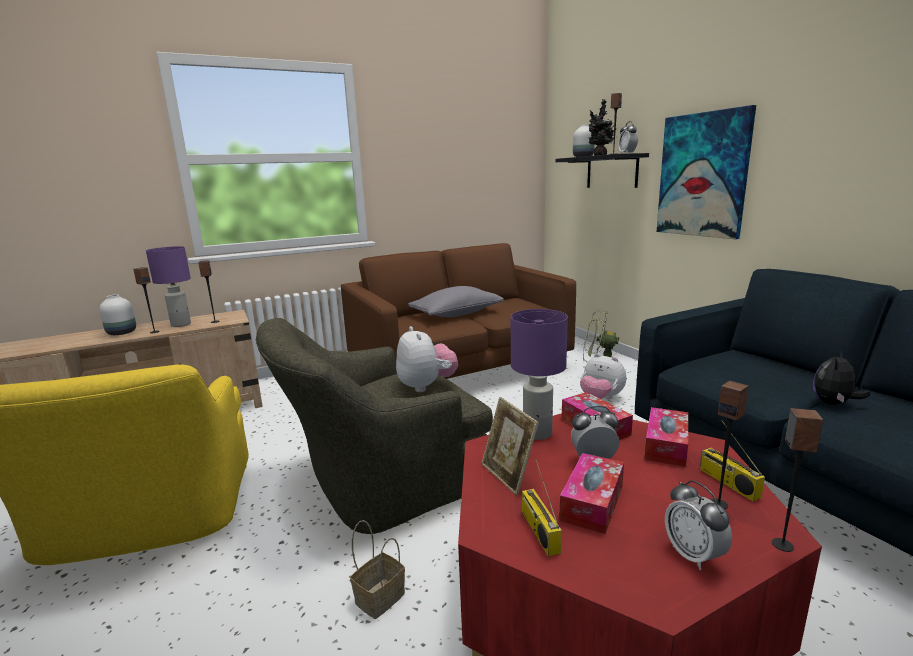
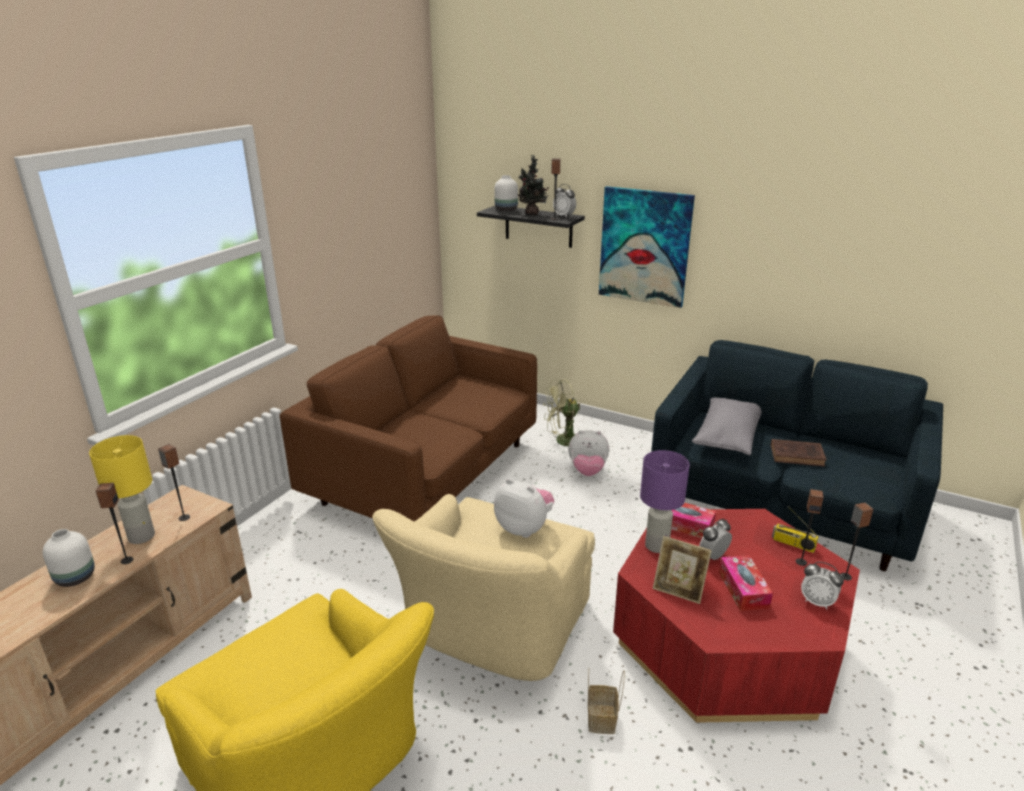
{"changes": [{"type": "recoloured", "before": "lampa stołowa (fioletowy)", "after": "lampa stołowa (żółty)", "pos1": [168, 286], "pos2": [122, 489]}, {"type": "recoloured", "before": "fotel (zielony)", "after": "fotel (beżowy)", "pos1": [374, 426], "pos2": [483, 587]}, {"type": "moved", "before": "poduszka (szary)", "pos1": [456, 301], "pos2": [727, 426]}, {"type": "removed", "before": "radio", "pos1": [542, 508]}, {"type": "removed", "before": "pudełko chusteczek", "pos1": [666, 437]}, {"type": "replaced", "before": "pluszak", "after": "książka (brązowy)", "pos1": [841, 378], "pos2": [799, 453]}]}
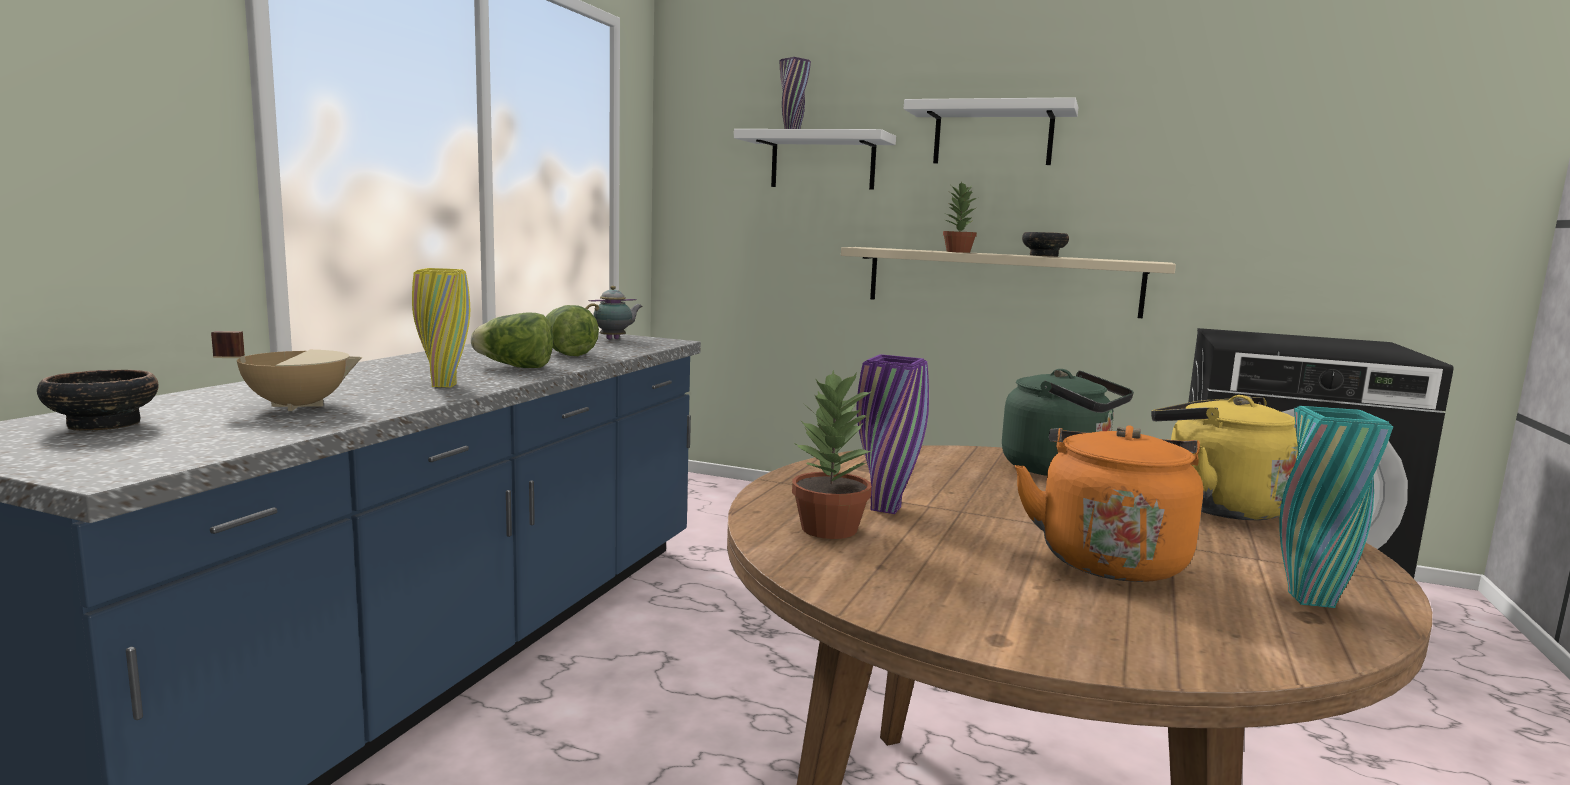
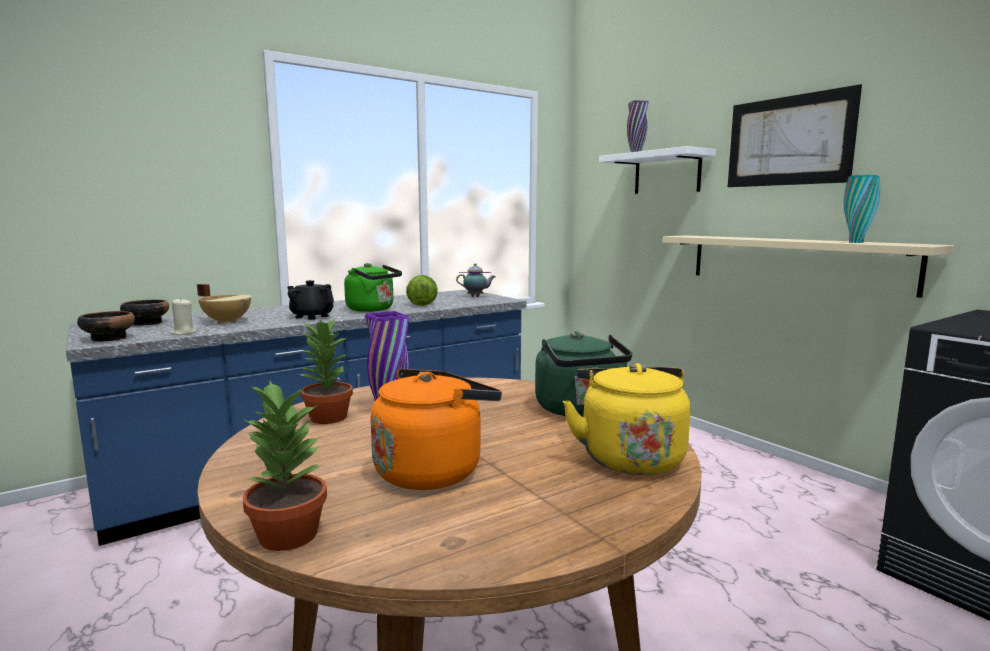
{"changes": [{"type": "replaced", "before": "wazon (żółty)", "after": "imbryk (czarny)", "pos1": [441, 327], "pos2": [310, 300]}, {"type": "replaced", "before": "sałata", "after": "czajnik (zielony)", "pos1": [512, 340], "pos2": [373, 287]}, {"type": "replaced", "before": "półka (biały)", "after": "obraz", "pos1": [991, 131], "pos2": [795, 135]}, {"type": "moved", "before": "roślina doniczkowa", "pos1": [960, 217], "pos2": [285, 466]}, {"type": "moved", "before": "miska", "pos1": [1045, 244], "pos2": [106, 326]}, {"type": "moved", "before": "wazon (turkusowy)", "pos1": [1336, 507], "pos2": [862, 209]}, {"type": "added", "after": "świeca (beżowy)", "pos2": [183, 316]}]}
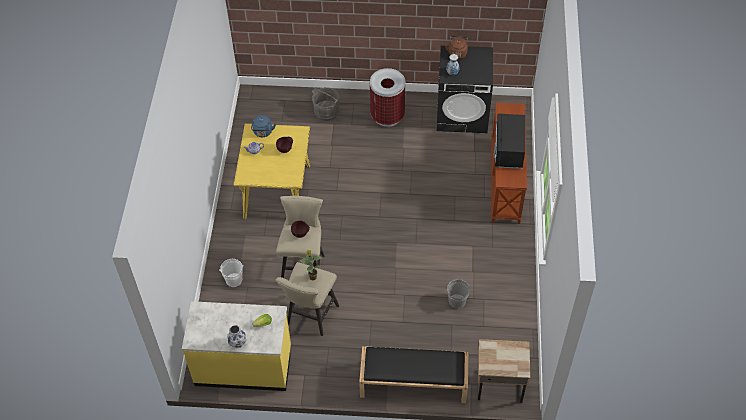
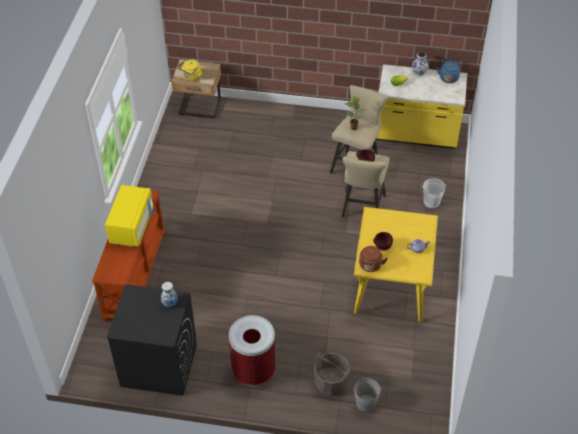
{"changes": [{"type": "moved", "before": "czajnik (niebieski)", "pos1": [263, 126], "pos2": [449, 71]}, {"type": "removed", "before": "ławka (czarny)", "pos1": [414, 374]}, {"type": "moved", "before": "czajnik (brązowy)", "pos1": [456, 47], "pos2": [373, 259]}, {"type": "moved", "before": "wiadro (szary)", "pos1": [458, 294], "pos2": [368, 395]}, {"type": "recoloured", "before": "mikrofalówka (czarny)", "after": "mikrofalówka (żółty)", "pos1": [509, 141], "pos2": [129, 216]}, {"type": "added", "after": "czajnik (żółty)", "pos2": [190, 70]}]}
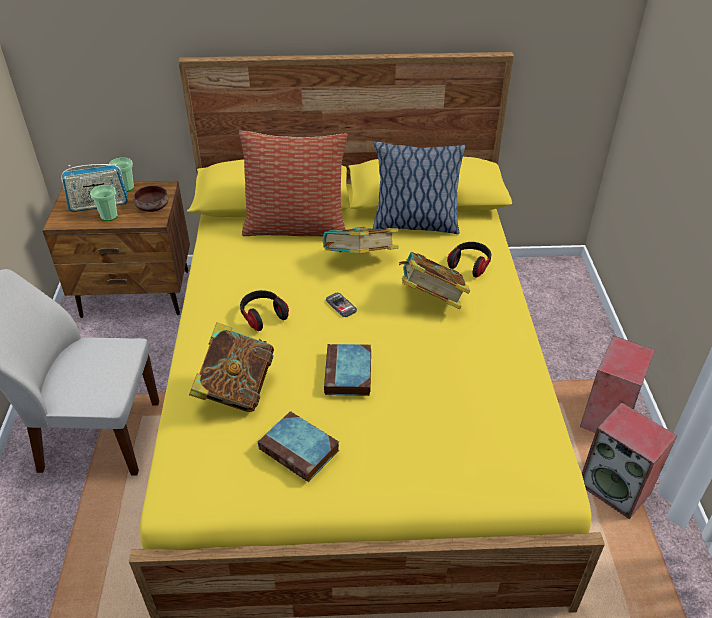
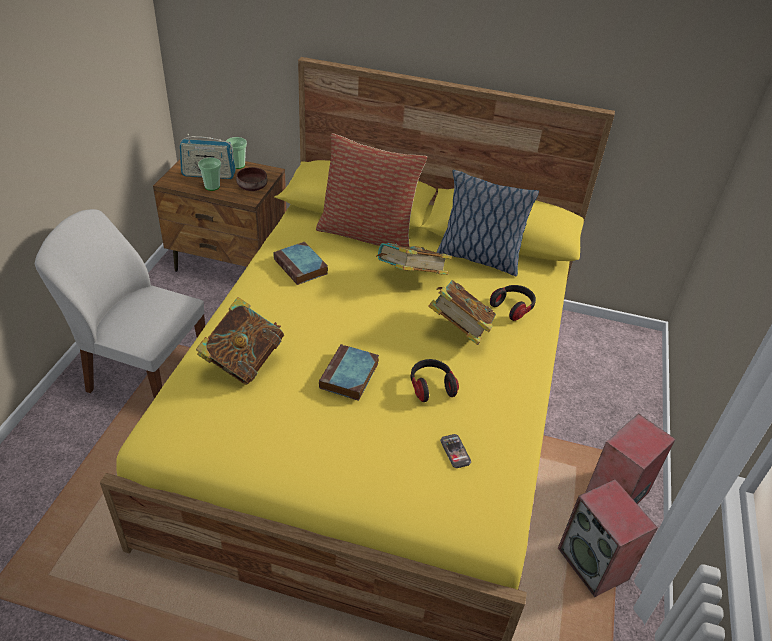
{"changes": [{"type": "moved", "before": "słuchawki", "pos1": [264, 310], "pos2": [435, 380]}, {"type": "moved", "before": "książka", "pos1": [298, 446], "pos2": [300, 263]}, {"type": "moved", "before": "telefon", "pos1": [341, 305], "pos2": [455, 451]}]}
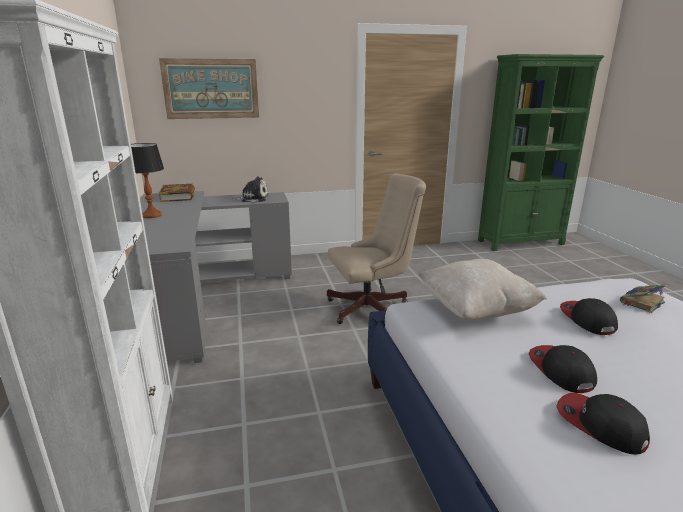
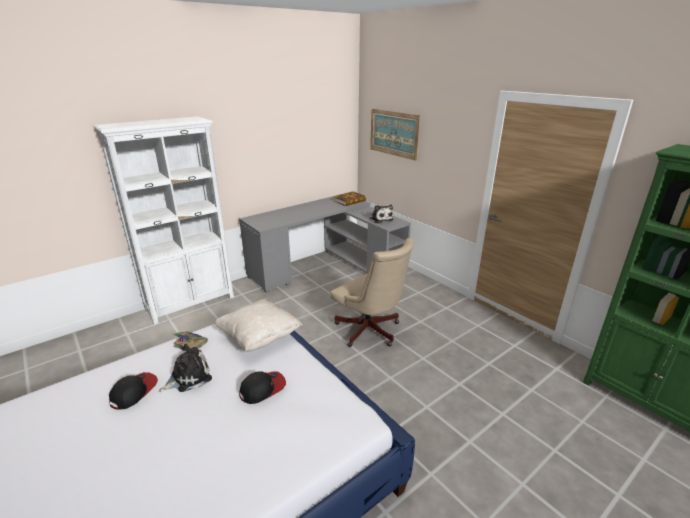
{"changes": [{"type": "removed", "before": "lampa stołowa", "pos1": [147, 180]}, {"type": "replaced", "before": "czapka z daszkiem", "after": "pluszak", "pos1": [563, 369], "pos2": [185, 368]}, {"type": "moved", "before": "książka", "pos1": [643, 298], "pos2": [190, 341]}]}
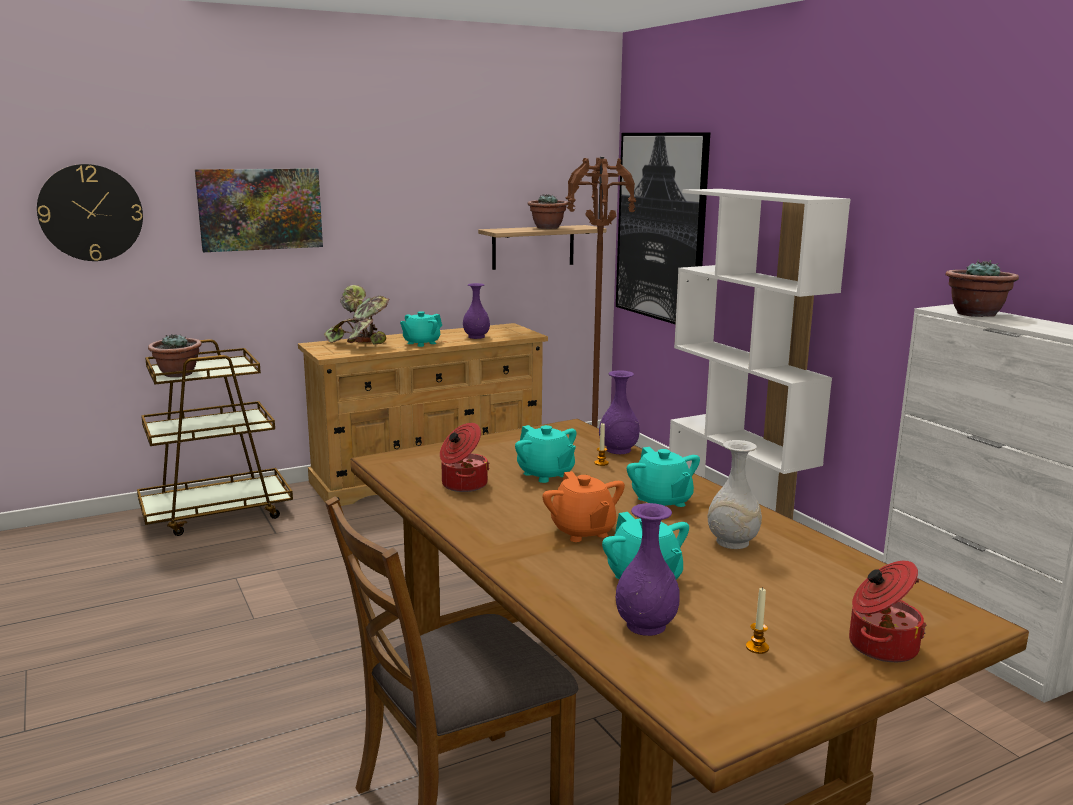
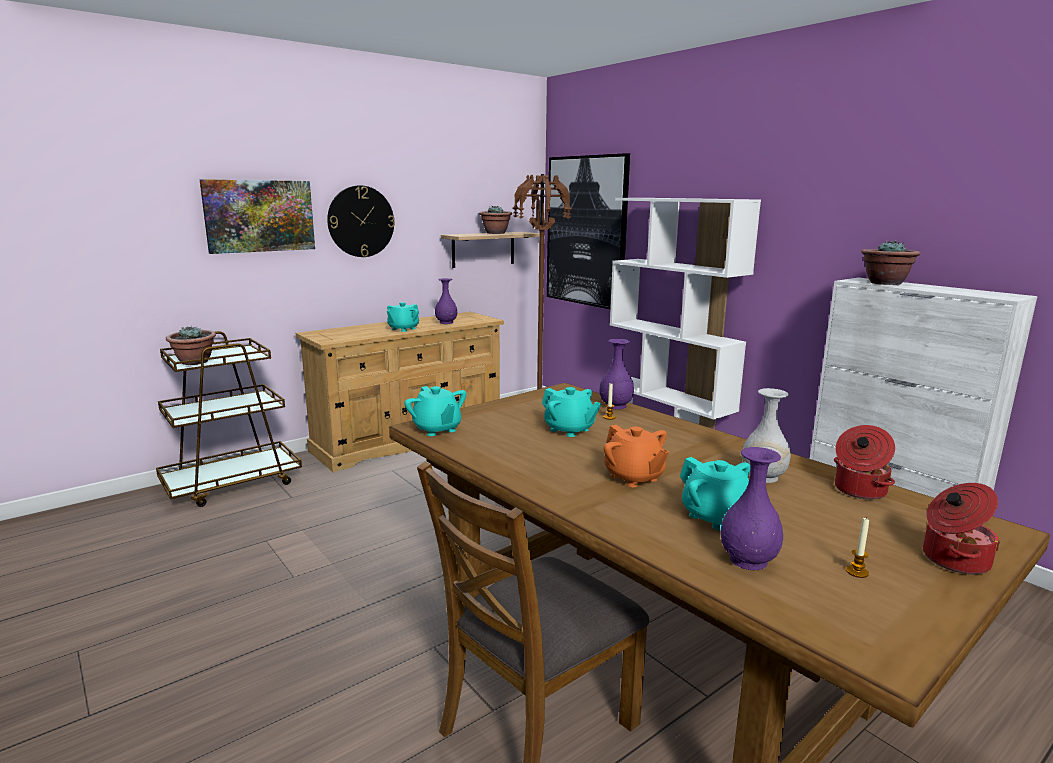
{"changes": [{"type": "moved", "before": "zegar ścienny", "pos1": [90, 212], "pos2": [361, 221]}, {"type": "removed", "before": "roślina doniczkowa", "pos1": [356, 315]}, {"type": "moved", "before": "garnek", "pos1": [464, 457], "pos2": [864, 462]}, {"type": "moved", "before": "imbryk (turkusowy)", "pos1": [663, 477], "pos2": [435, 411]}]}
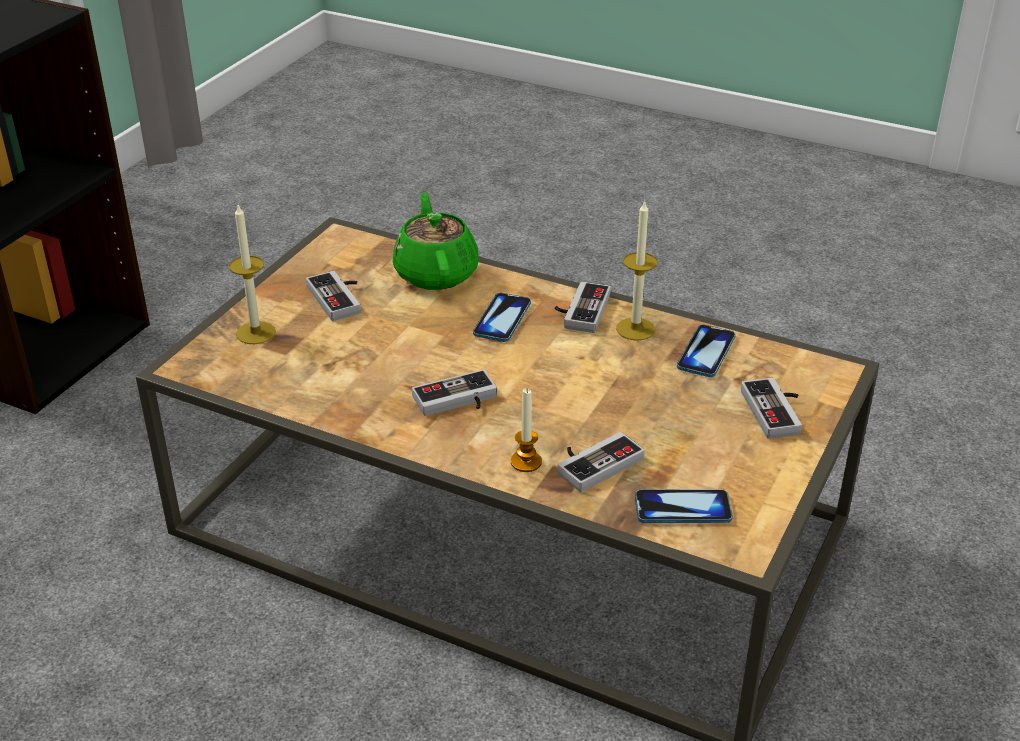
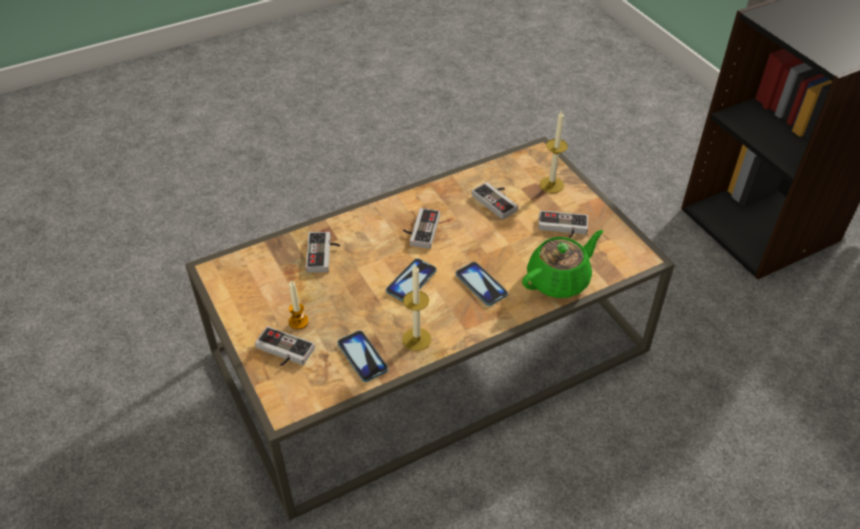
{"changes": [{"type": "turned", "before": "imbryk (zielony)", "pos1": [436, 241], "pos2": [562, 264], "turn": -60}, {"type": "moved", "before": "świeca", "pos1": [526, 430], "pos2": [299, 305]}, {"type": "moved", "before": "pad do gier", "pos1": [583, 307], "pos2": [495, 201]}, {"type": "moved", "before": "telefon", "pos1": [684, 506], "pos2": [411, 279]}]}
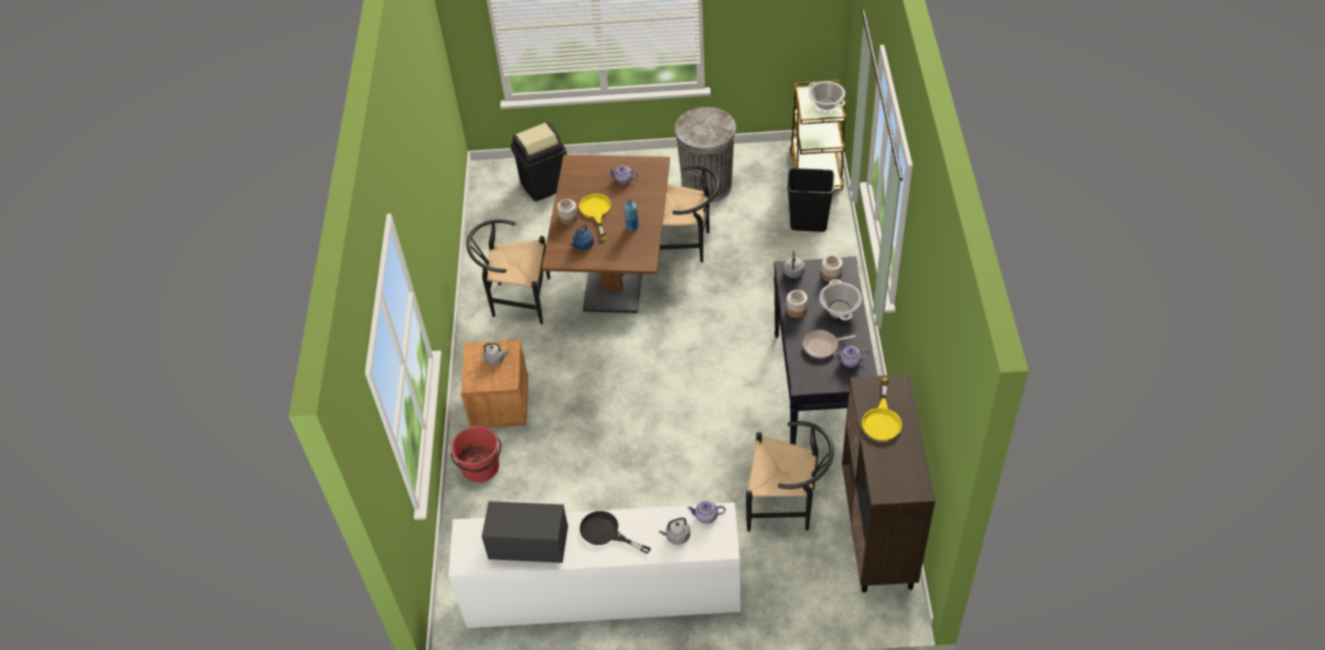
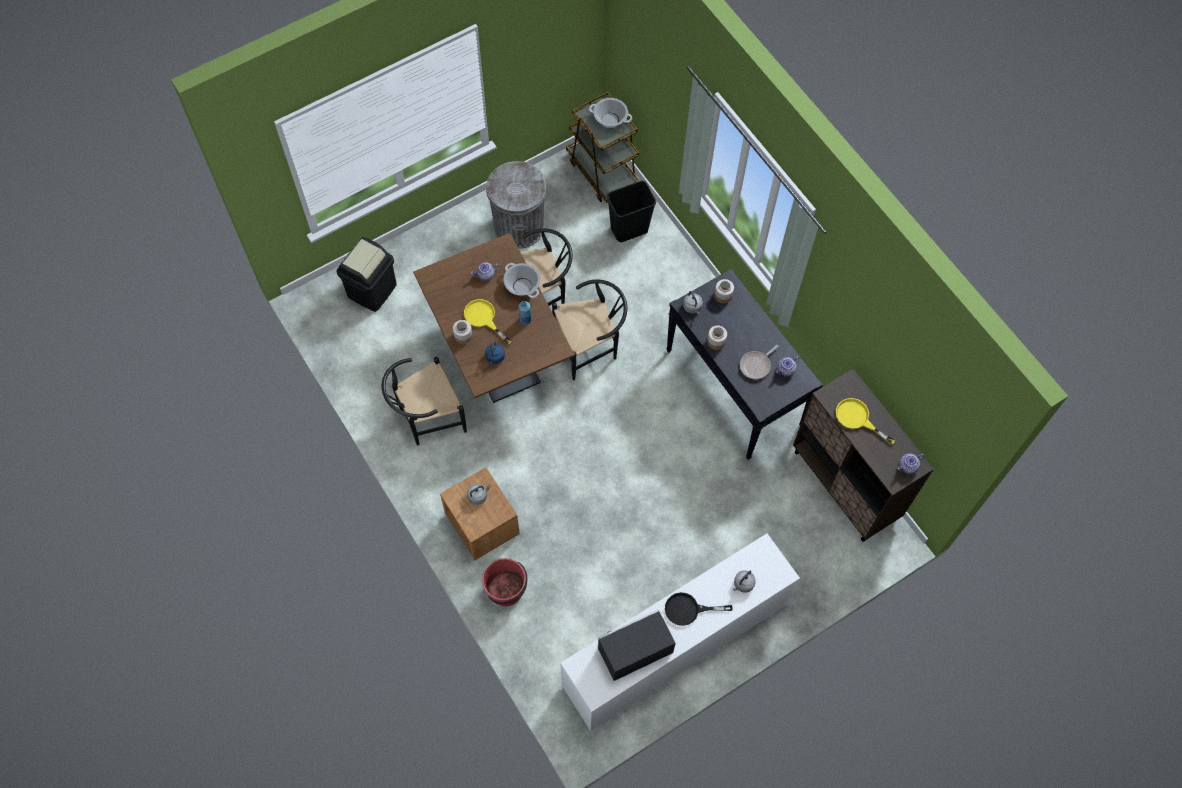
{"changes": [{"type": "moved", "before": "imbryk", "pos1": [706, 512], "pos2": [910, 464]}, {"type": "moved", "before": "krzesło (czarny)", "pos1": [790, 476], "pos2": [589, 330]}, {"type": "moved", "before": "garnek", "pos1": [840, 299], "pos2": [522, 280]}, {"type": "turned", "before": "patelnia (żółty)", "pos1": [882, 409], "pos2": [865, 421], "turn": 150}]}
